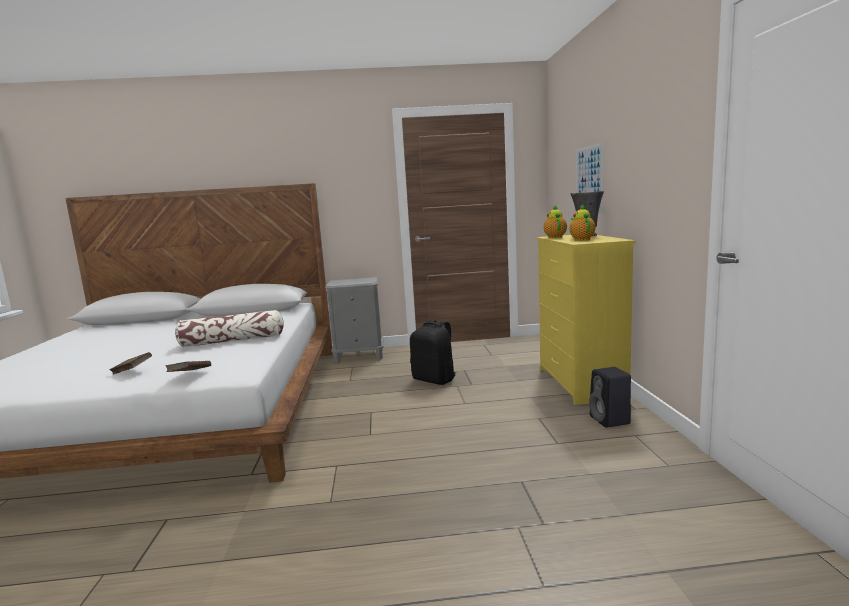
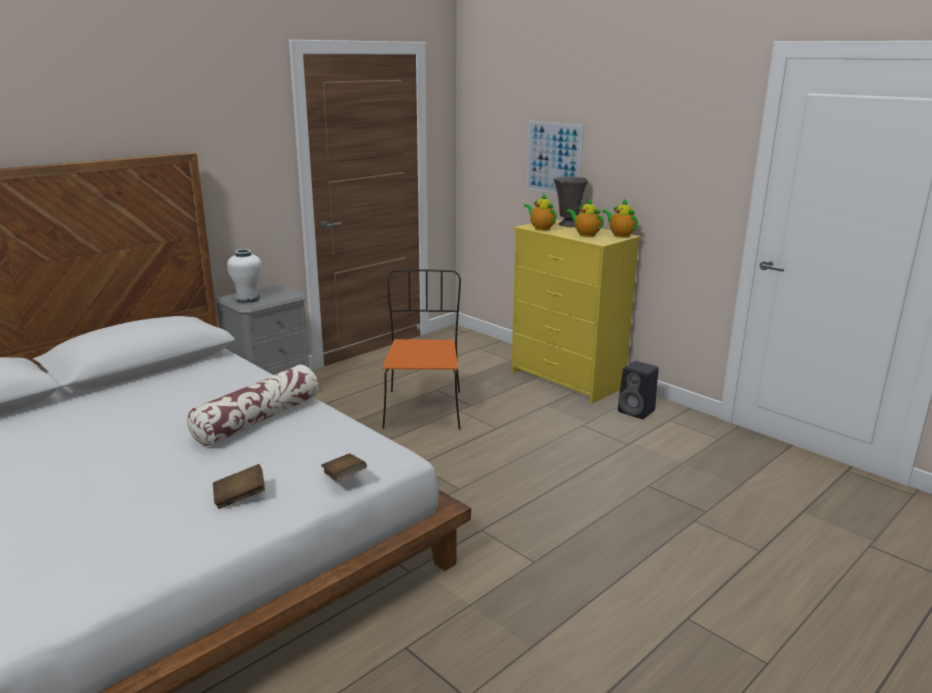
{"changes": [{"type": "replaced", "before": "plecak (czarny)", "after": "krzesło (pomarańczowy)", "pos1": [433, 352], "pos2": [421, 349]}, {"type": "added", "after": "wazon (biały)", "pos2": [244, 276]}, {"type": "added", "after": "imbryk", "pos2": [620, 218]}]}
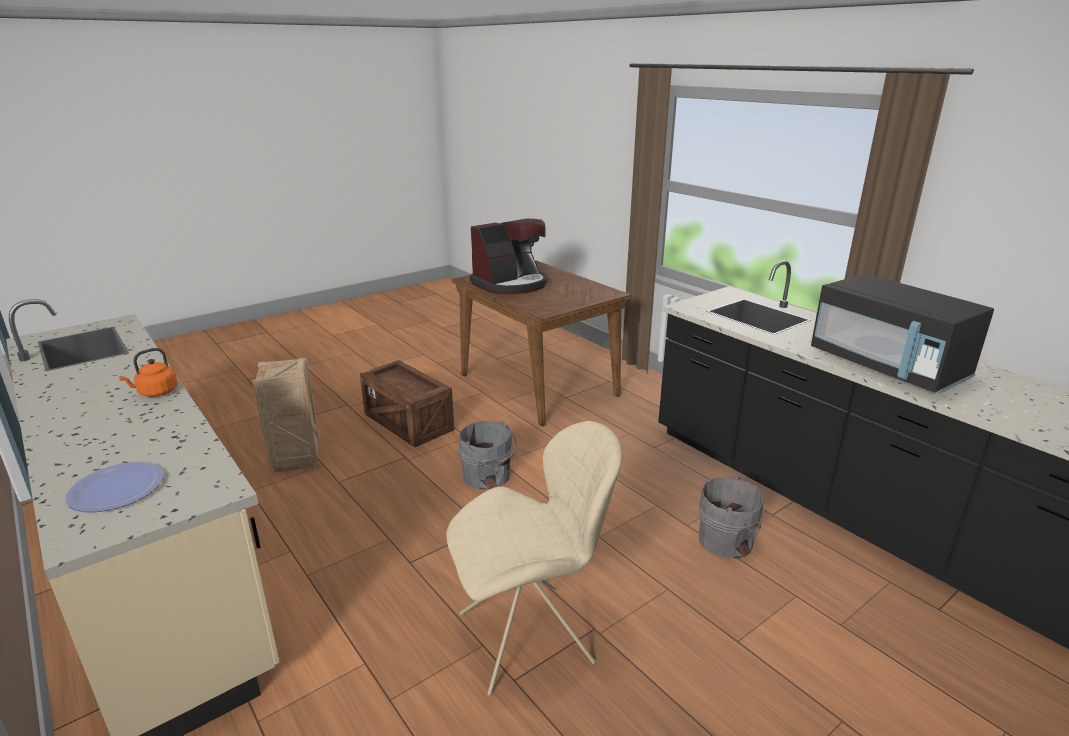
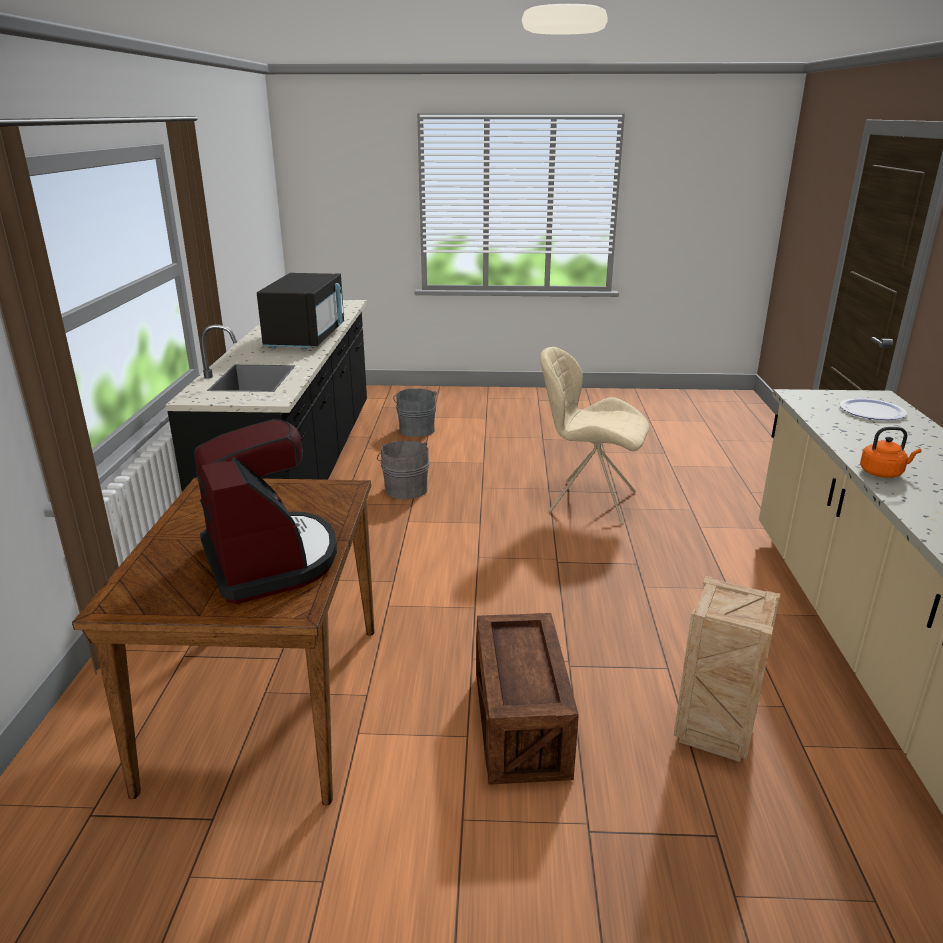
{"changes": [{"type": "moved", "before": "wiadro (szary)", "pos1": [488, 455], "pos2": [415, 413]}, {"type": "turned", "before": "ekspres do kawy", "pos1": [508, 257], "pos2": [265, 511], "turn": 60}]}
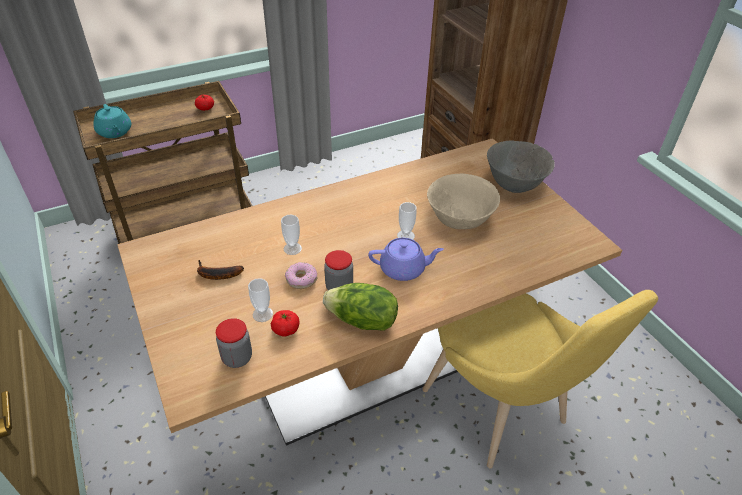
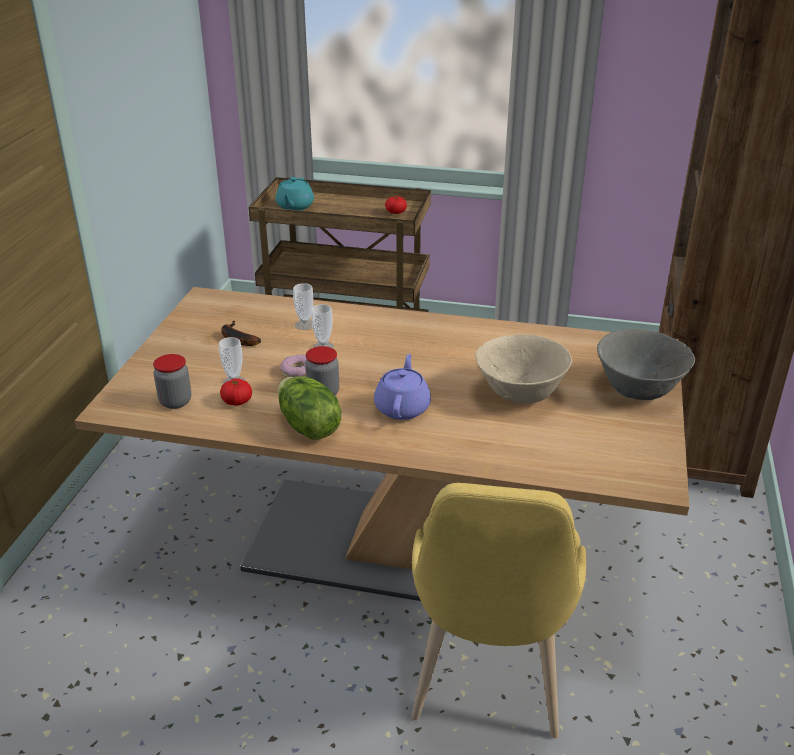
{"changes": [{"type": "turned", "before": "imbryk (fioletowy)", "pos1": [406, 259], "pos2": [402, 387], "turn": -120}, {"type": "moved", "before": "filiżanka", "pos1": [407, 221], "pos2": [303, 306]}]}
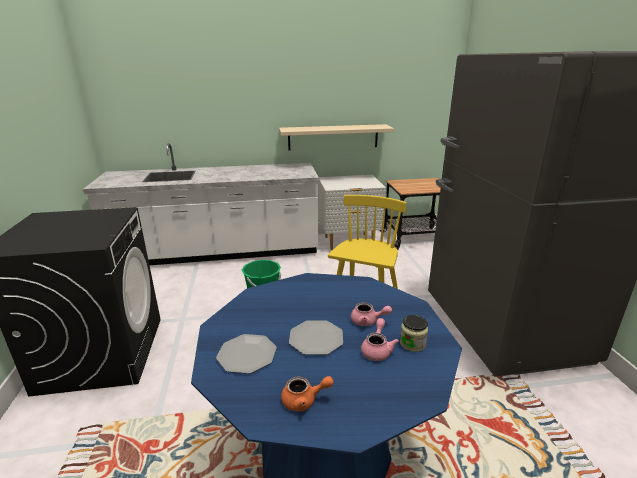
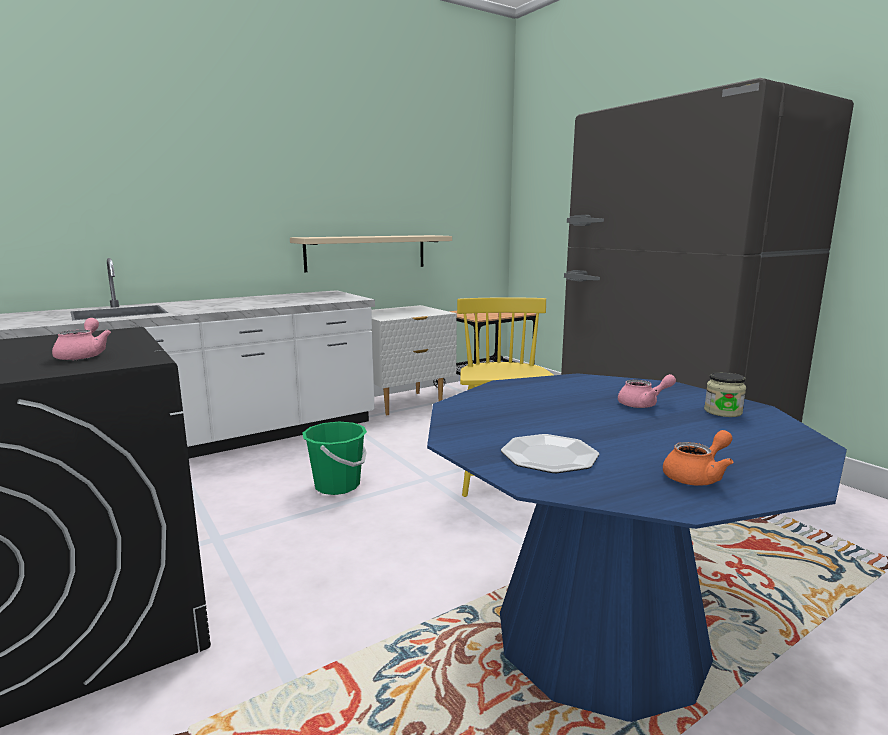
{"changes": [{"type": "removed", "before": "talerz", "pos1": [316, 337]}, {"type": "moved", "before": "imbryk (różowy)", "pos1": [380, 339], "pos2": [81, 339]}]}
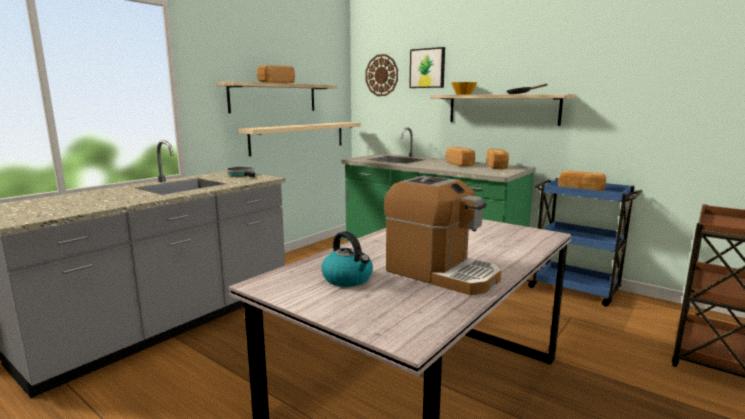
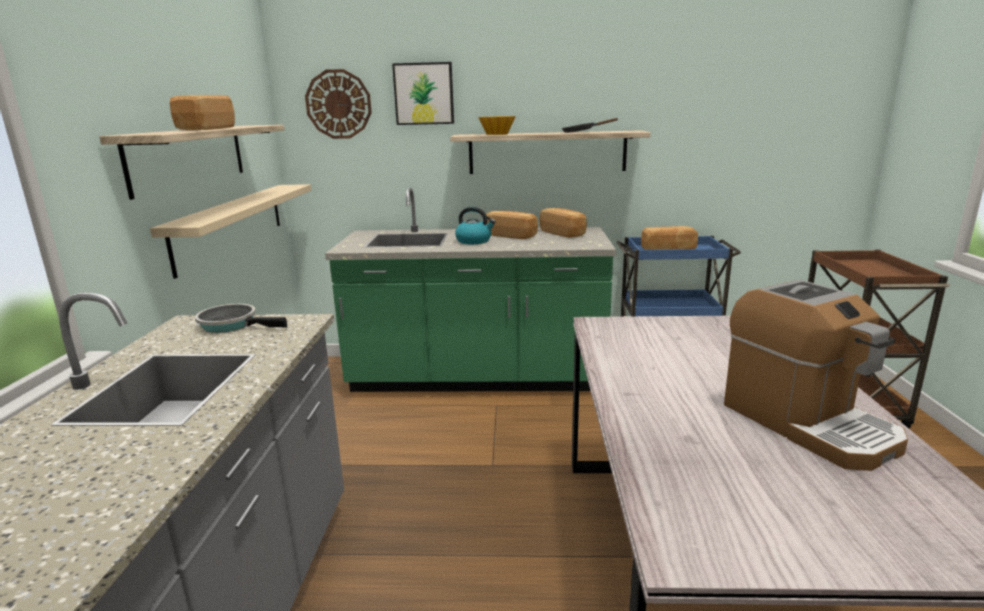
{"changes": [{"type": "moved", "before": "czajnik", "pos1": [347, 259], "pos2": [475, 225]}, {"type": "turned", "before": "ekspres do kawy", "pos1": [442, 235], "pos2": [816, 375], "turn": 60}]}
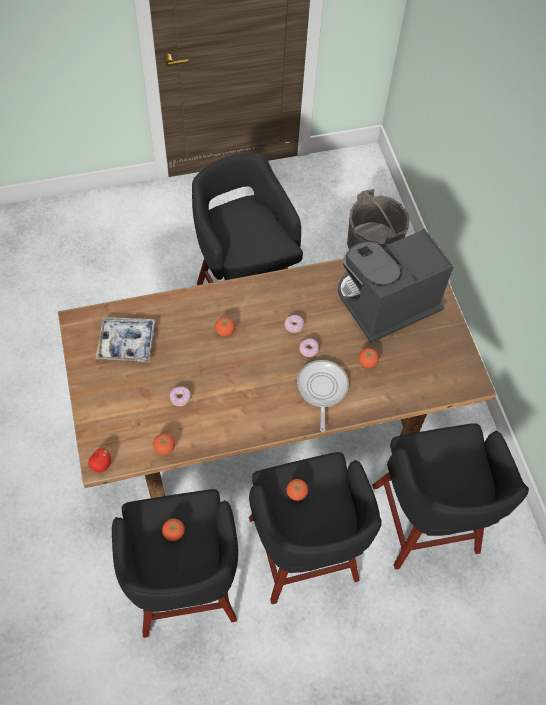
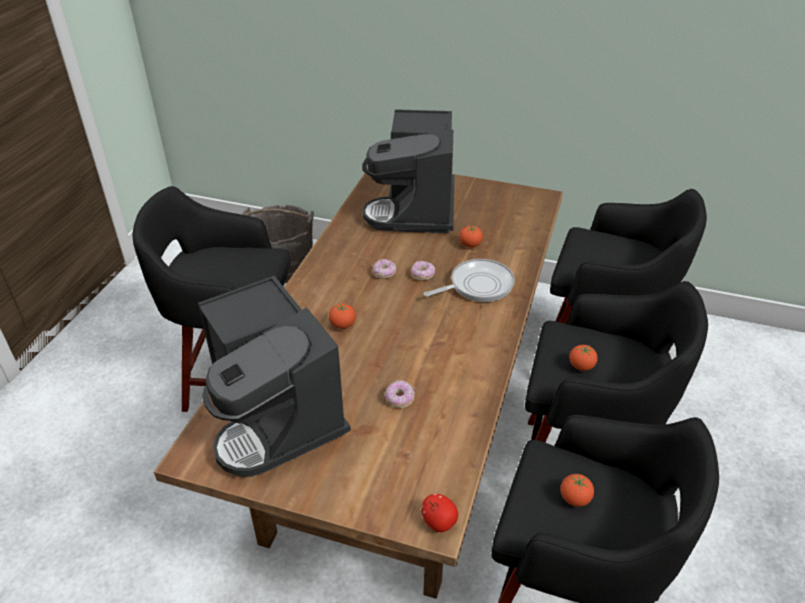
{"changes": [{"type": "replaced", "before": "taca", "after": "ekspres do kawy", "pos1": [125, 339], "pos2": [274, 376]}, {"type": "removed", "before": "pomidor", "pos1": [164, 444]}, {"type": "turned", "before": "patelnia", "pos1": [323, 396], "pos2": [469, 280], "turn": 120}]}
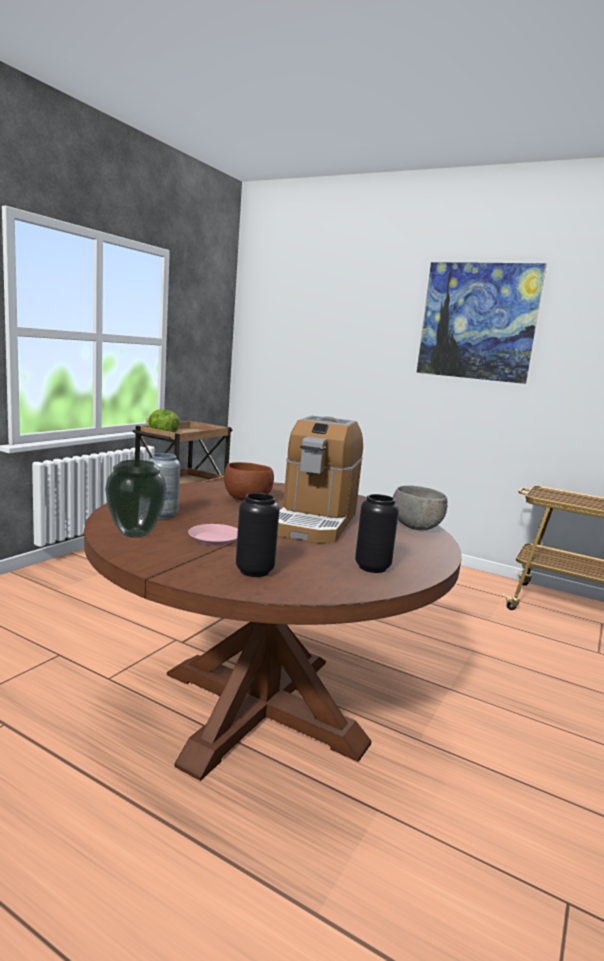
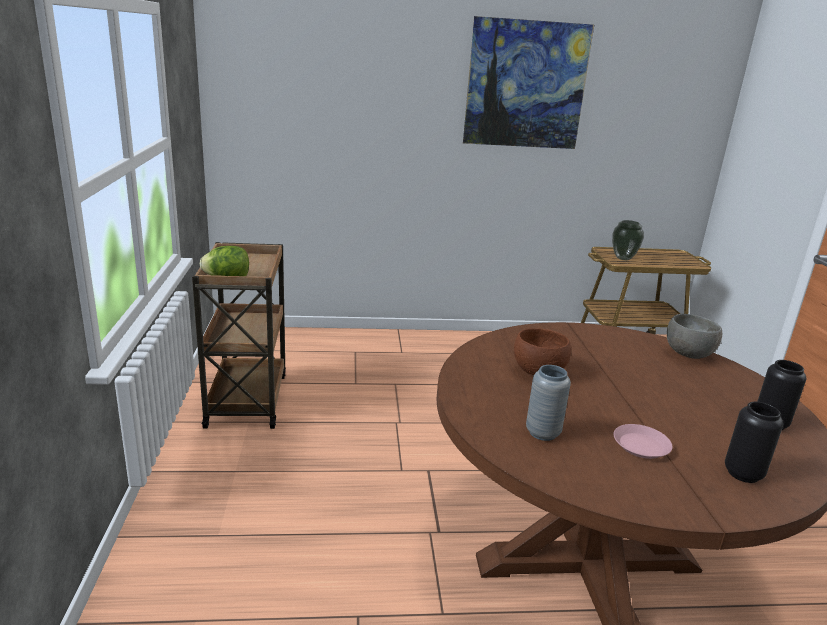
{"changes": [{"type": "moved", "before": "wazon", "pos1": [136, 499], "pos2": [628, 240]}, {"type": "removed", "before": "ekspres do kawy", "pos1": [320, 479]}]}
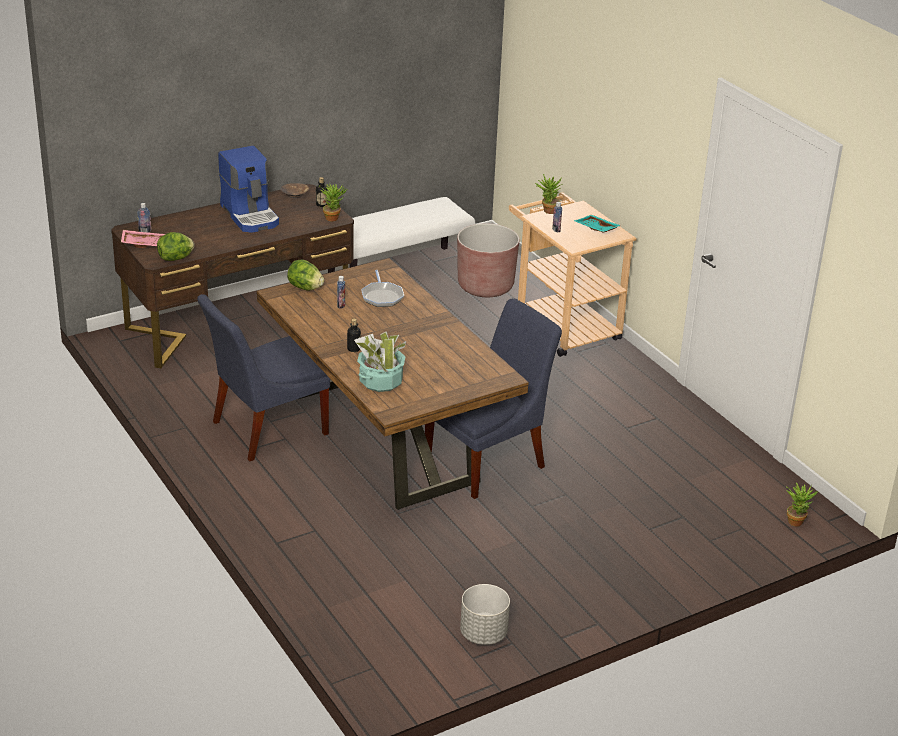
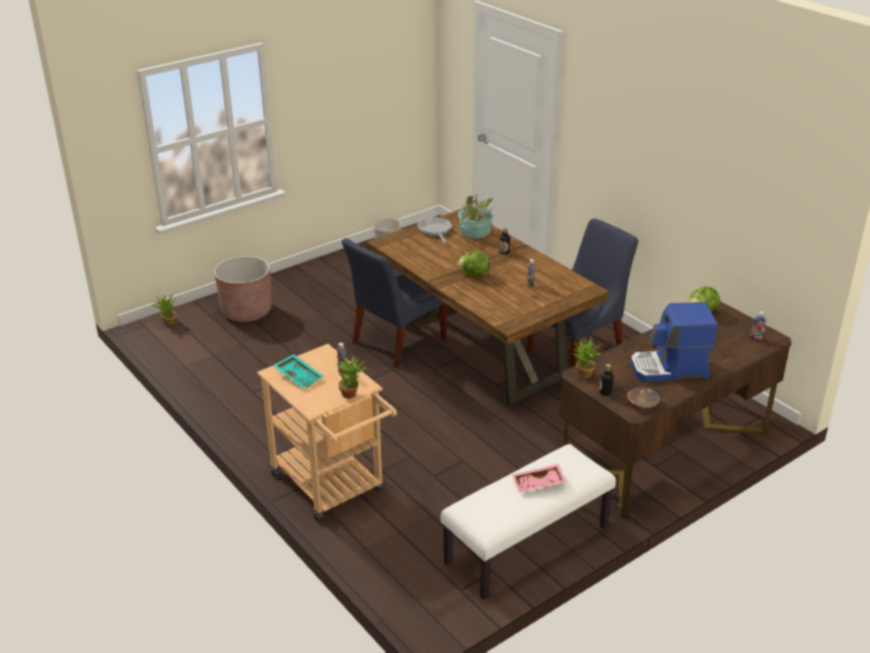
{"changes": [{"type": "moved", "before": "taca (różowy)", "pos1": [143, 239], "pos2": [539, 478]}, {"type": "turned", "before": "ekspres do kawy", "pos1": [248, 189], "pos2": [674, 342], "turn": -60}, {"type": "moved", "before": "sałata", "pos1": [305, 275], "pos2": [473, 263]}, {"type": "moved", "before": "patelnia", "pos1": [382, 288], "pos2": [434, 230]}, {"type": "moved", "before": "donica (brązowy)", "pos1": [488, 260], "pos2": [243, 289]}]}
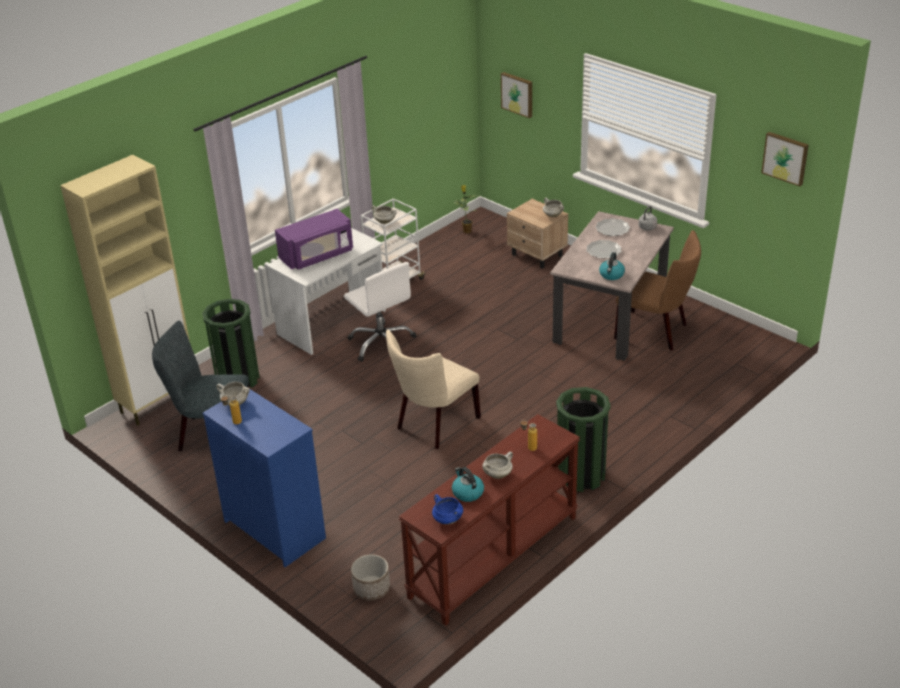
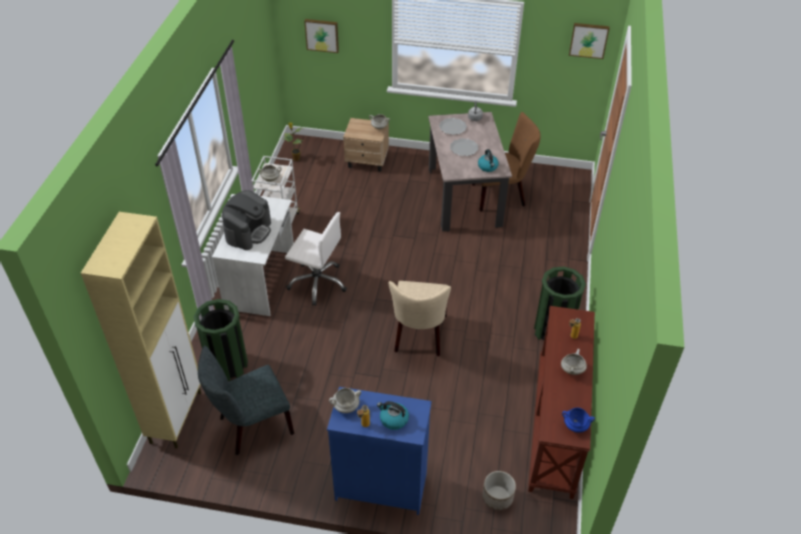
{"changes": [{"type": "replaced", "before": "mikrofalówka (fioletowy)", "after": "ekspres do kawy", "pos1": [314, 239], "pos2": [246, 220]}, {"type": "moved", "before": "czajnik", "pos1": [468, 484], "pos2": [393, 415]}]}
